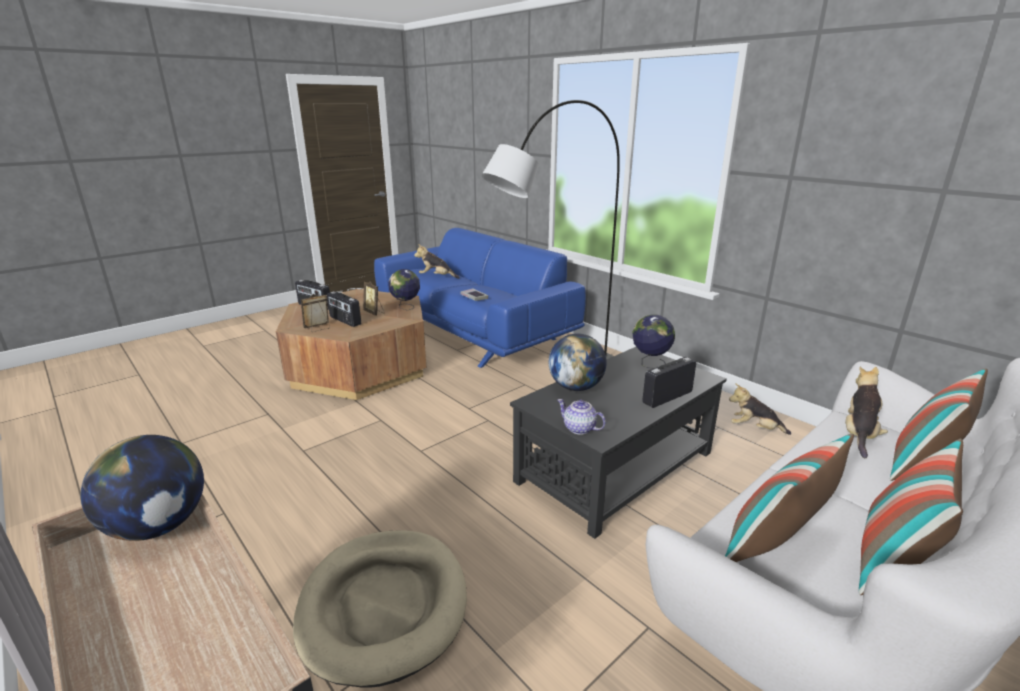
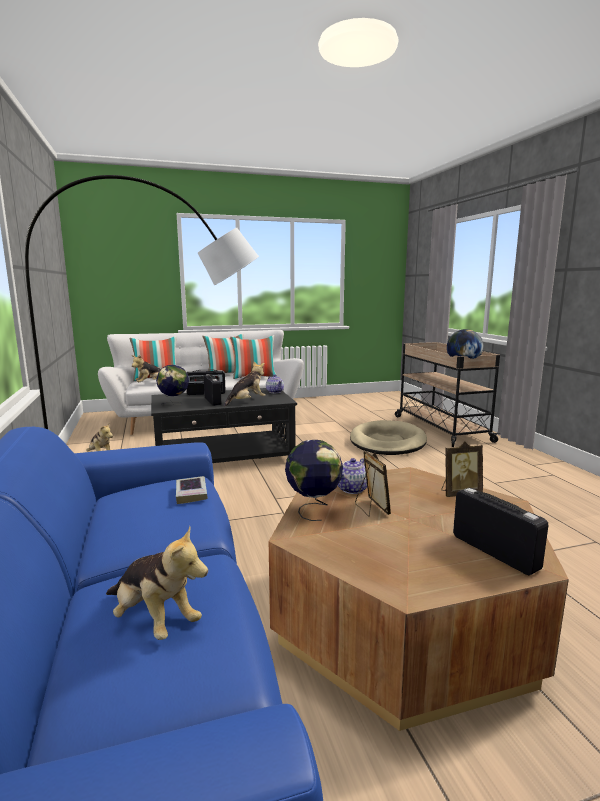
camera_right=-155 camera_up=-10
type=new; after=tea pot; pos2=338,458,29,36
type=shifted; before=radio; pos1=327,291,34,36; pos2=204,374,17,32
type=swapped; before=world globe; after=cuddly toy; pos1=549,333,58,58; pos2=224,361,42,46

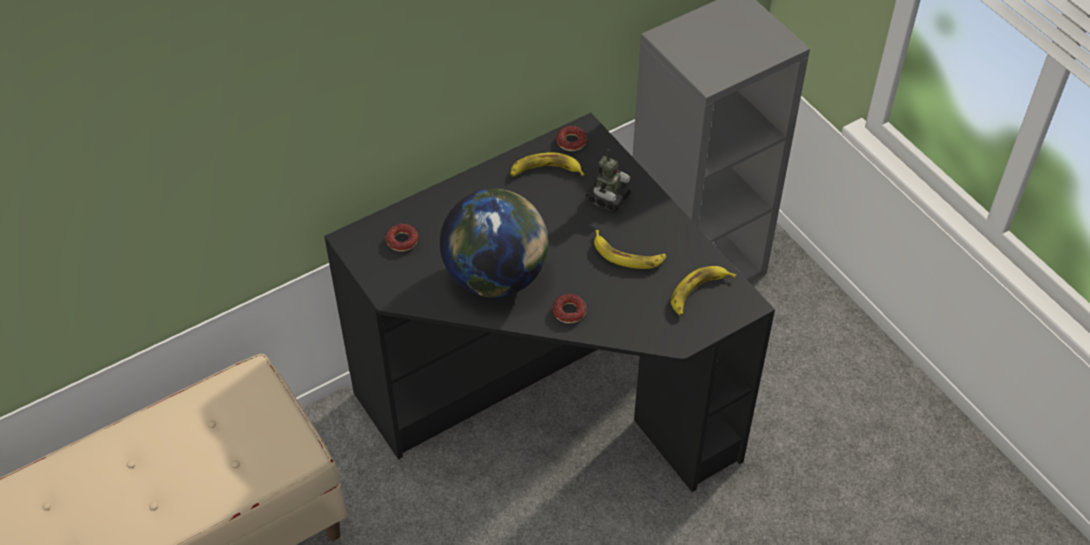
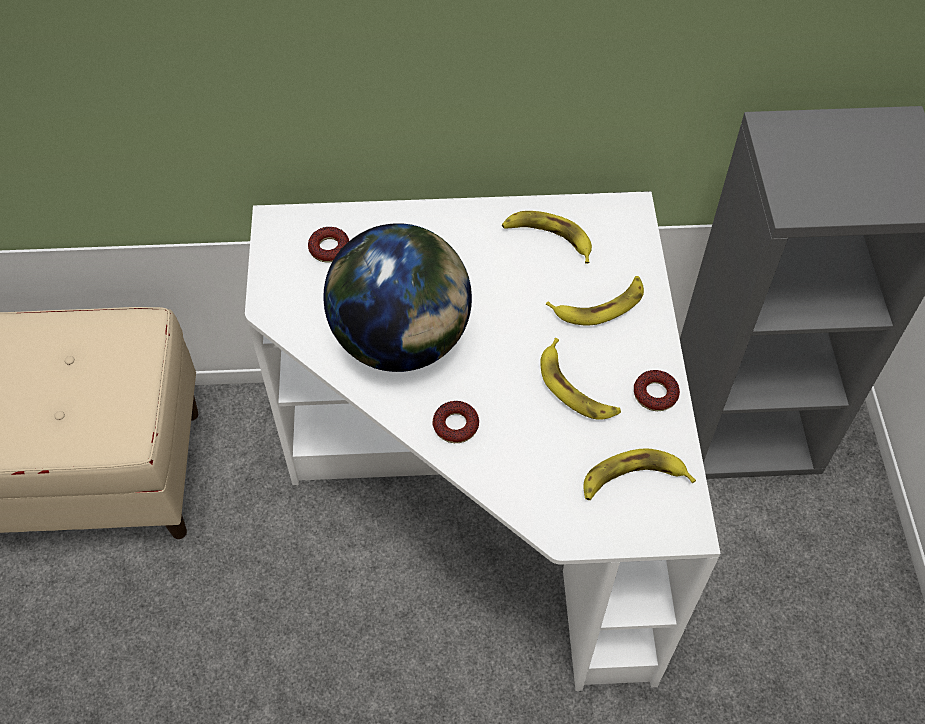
camera_right=30 camera_up=5
type=shifted; before=doughnut; pos1=556,126,31,25; pos2=634,370,46,41
type=swapped; before=model robot; after=whole banana; pos1=586,150,45,61; pos2=546,276,98,49
type=repainted; before=black desk; after=whitish desk; pos1=324,113,451,379; pos2=245,191,476,500

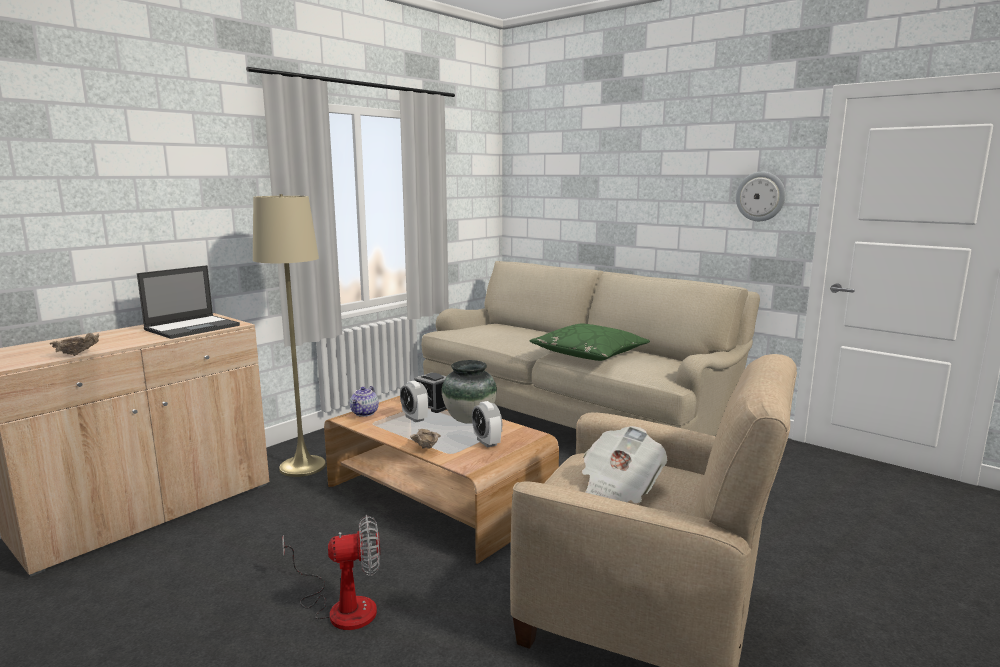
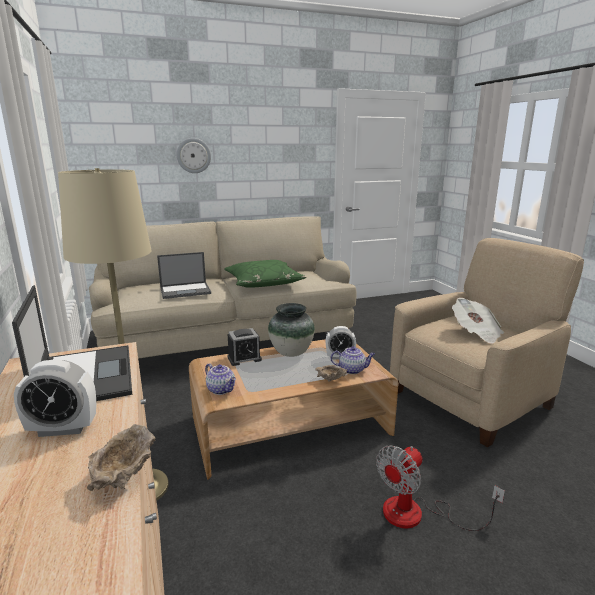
camera_right=-60 camera_up=5
type=new; after=portable computer; pos2=157,252,54,47
type=new; after=tea pot; pos2=331,346,44,28
type=shifted; before=bedside clock; pos1=400,381,29,42; pos2=14,360,82,77
type=shifted; before=clock on the wall; pos1=736,172,50,49; pos2=177,138,34,35
type=rotated; before=cooling fan; pos1=282,515,98,115; pos2=376,446,129,85; turn=-150

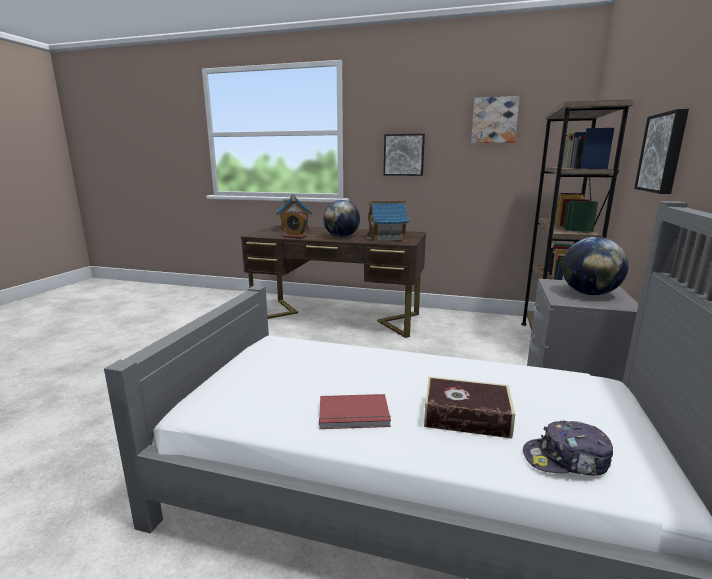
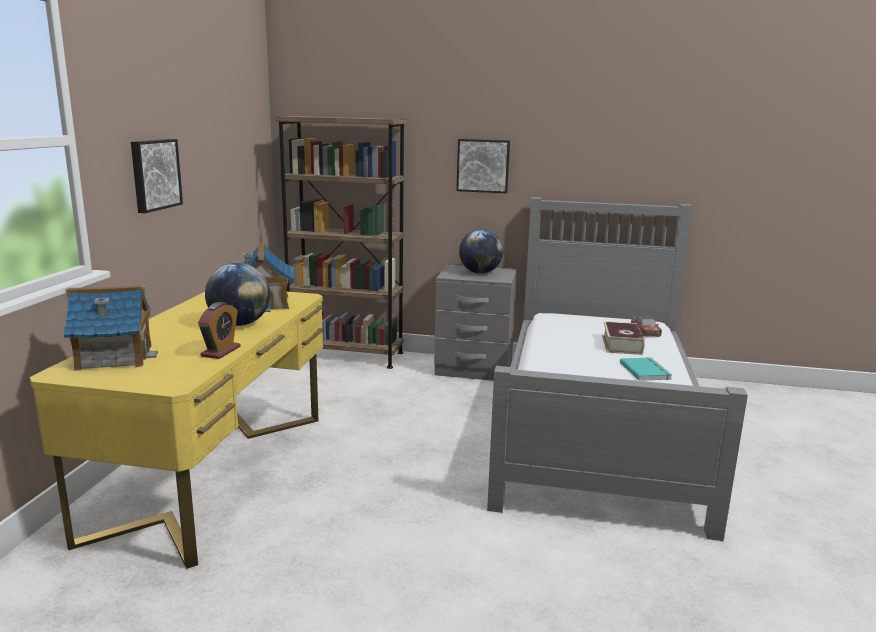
camera_right=-95 camera_up=0
type=gone; before=wall picture; pos1=471,96,49,47
type=swapped; before=cap; after=miniature car; pos1=523,421,90,55; pos2=631,316,31,21
type=repainted; before=brown-coloured desk; after=yellow-coloured desk; pos1=241,226,185,112; pos2=30,292,294,277
type=repainted; before=red-coloured book; after=blue-green book; pos1=319,394,72,35; pos2=620,357,52,24

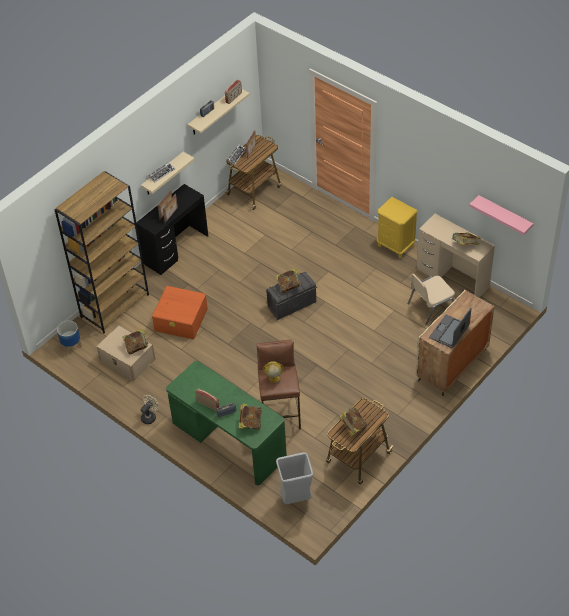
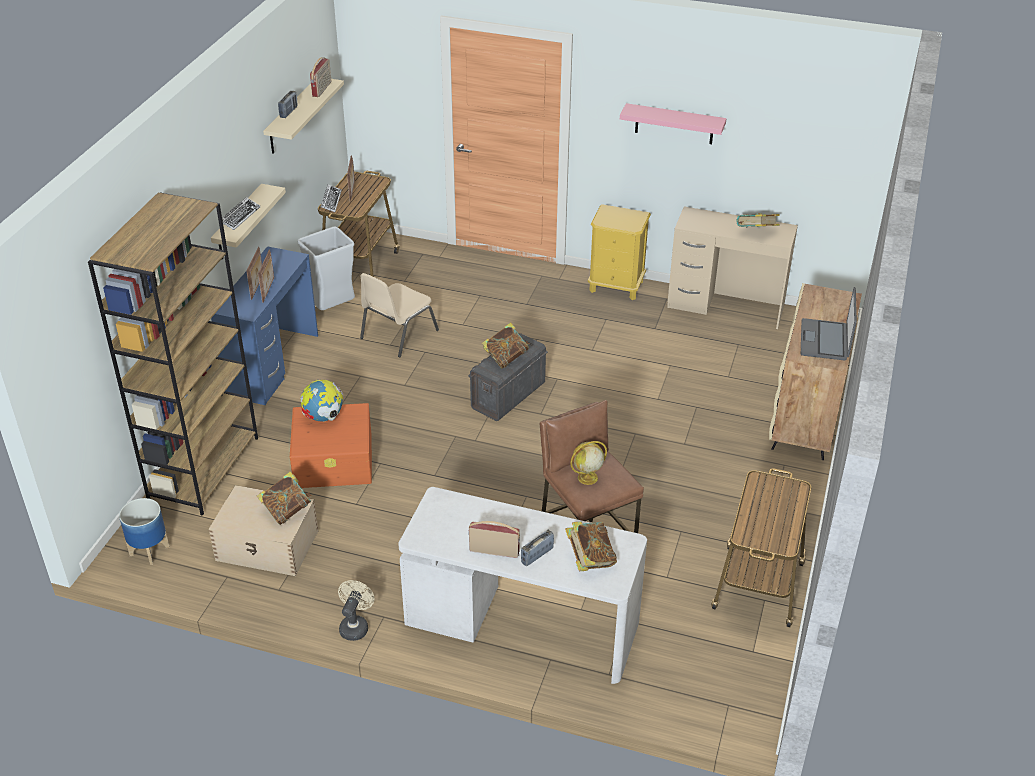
camera_right=-25 camera_up=-10
type=gone; before=book; pos1=339,407,28,29
type=new; after=world globe; pos2=300,380,43,42
type=shifted; before=greyish trash can; pos1=276,452,37,52; pos2=298,226,57,84
type=shifted; before=beige-coloured upright chair; pos1=408,274,47,51; pos2=360,273,79,85
type=shifted; before=pink-coloured bracket shelf; pos1=469,195,65,40; pos2=620,103,107,41
type=repainted; before=black desk; after=blue-coloured desk; pos1=136,184,72,91; pos2=211,246,107,159
type=repainted; before=green desk; after=whitish desk; pos1=166,361,121,124; pos2=398,487,249,197

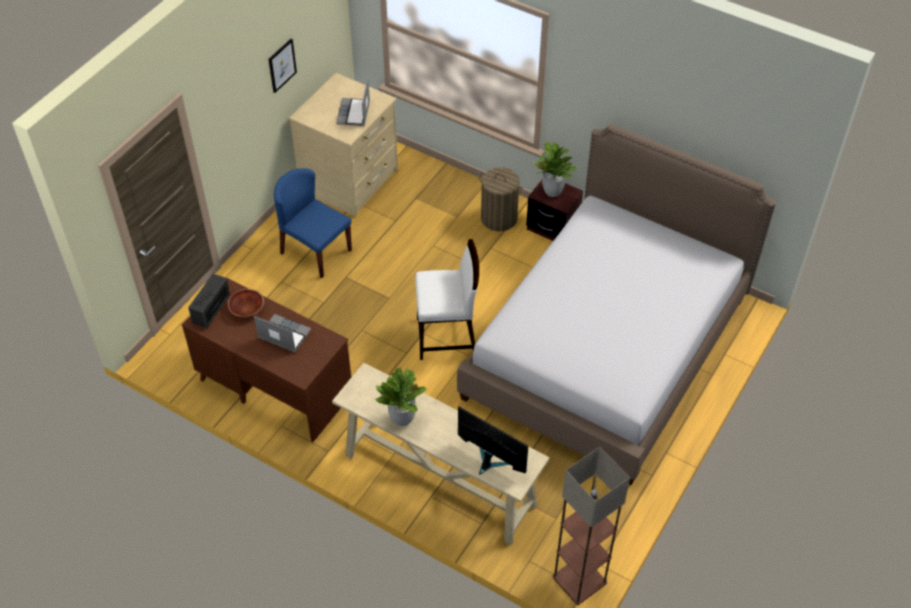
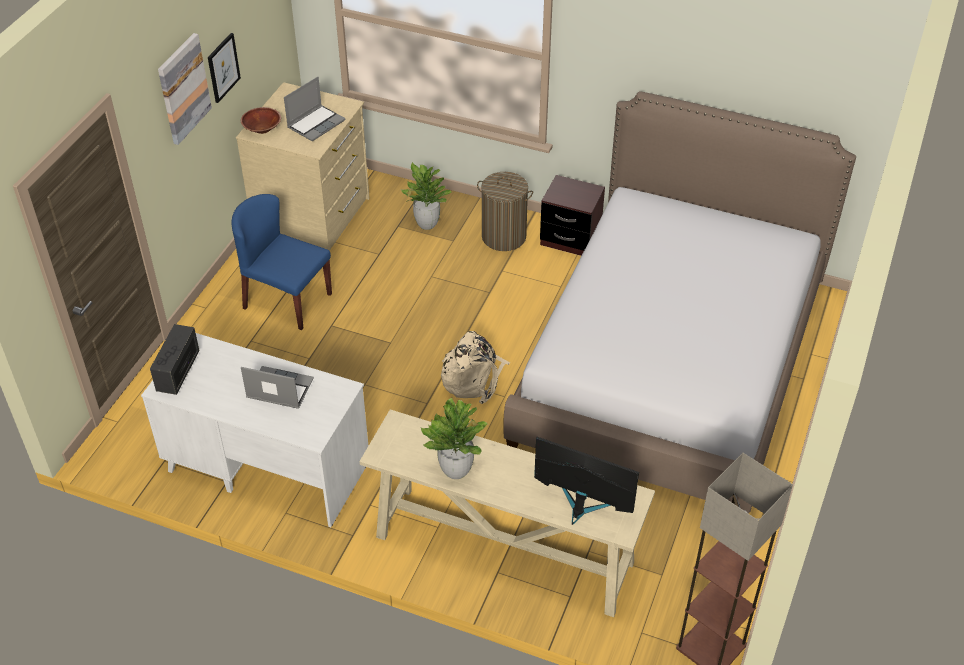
camera_right=-10 camera_up=-5
type=new; after=wall picture; pos2=158,33,54,112
type=shifted; before=brown-coloured serving bowl; pos1=228,289,36,28; pos2=241,107,40,27
type=shifted; before=houseplant; pos1=534,140,43,57; pos2=401,162,51,68
type=swapped; before=whitish upright chair; after=beige-coloured rucksack; pos1=415,239,64,121; pos2=441,331,69,73
type=repainted; before=brown-coloured desk; after=whitish desk; pos1=182,278,169,164; pos2=141,333,228,194
type=rotated; before=portable computer; pos1=336,78,34,48; pos2=284,77,61,64; turn=-135

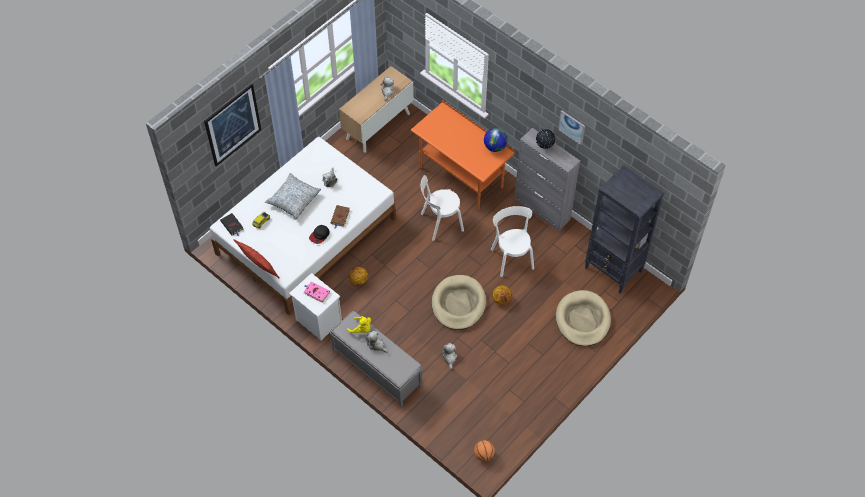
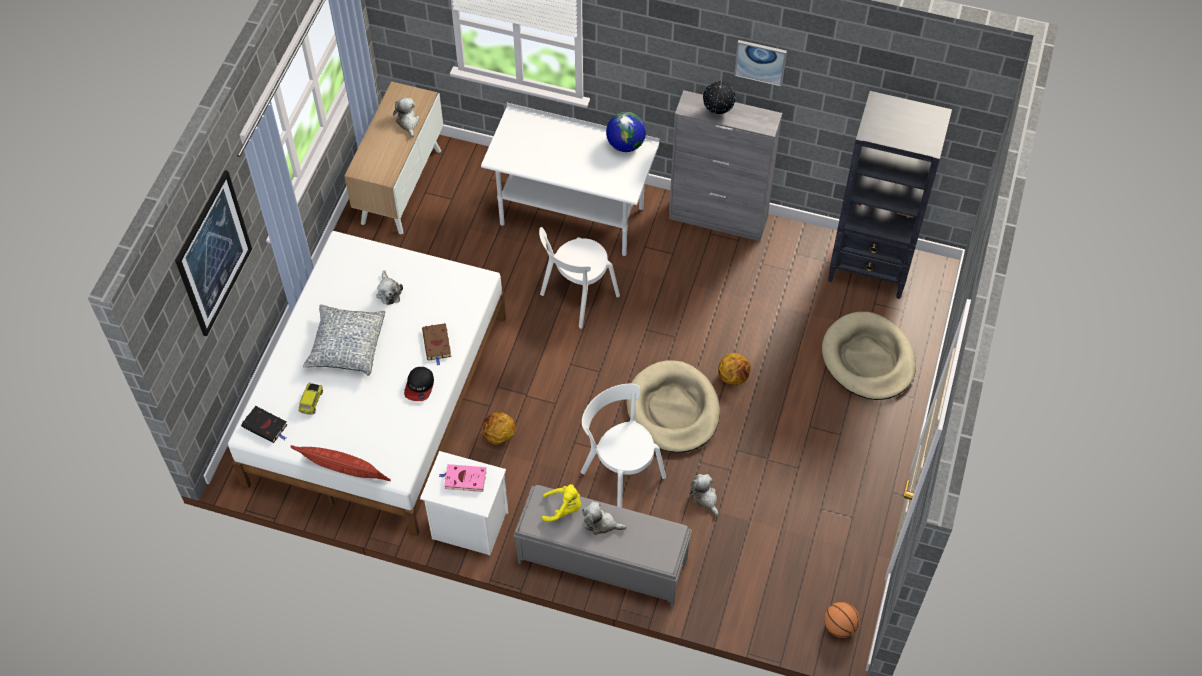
camera_right=-25 camera_up=0
type=shifted; before=whitish upright chair; pos1=491,206,43,71; pos2=581,384,85,124
type=repainted; before=orangey desk; after=whitish desk; pos1=411,100,104,111; pos2=481,103,178,154

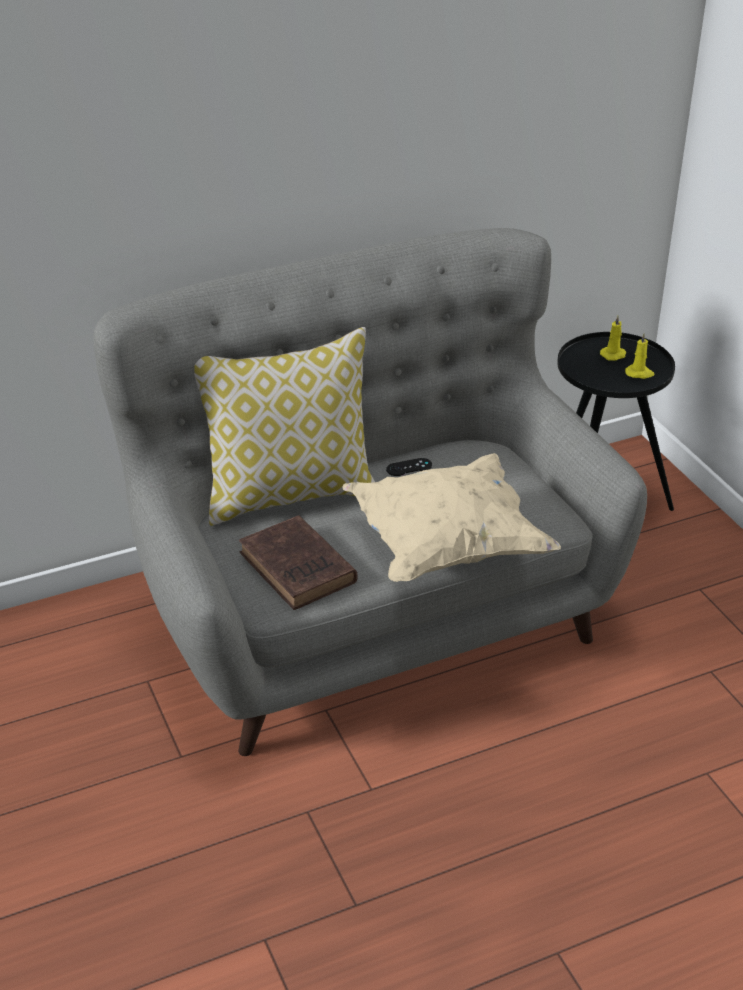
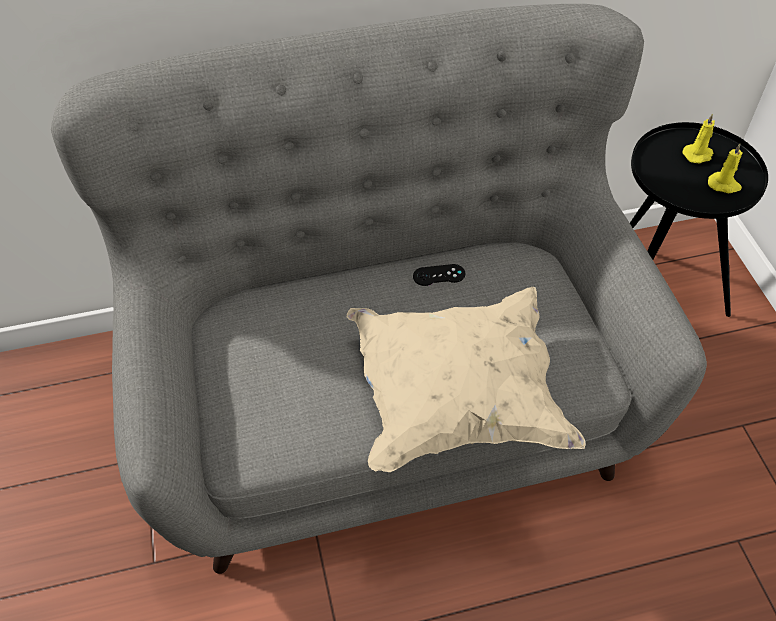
camera_right=10 camera_up=15
type=gone; before=cushion; pos1=194,327,181,199
type=gone; before=brown-coloured book; pos1=239,515,119,95

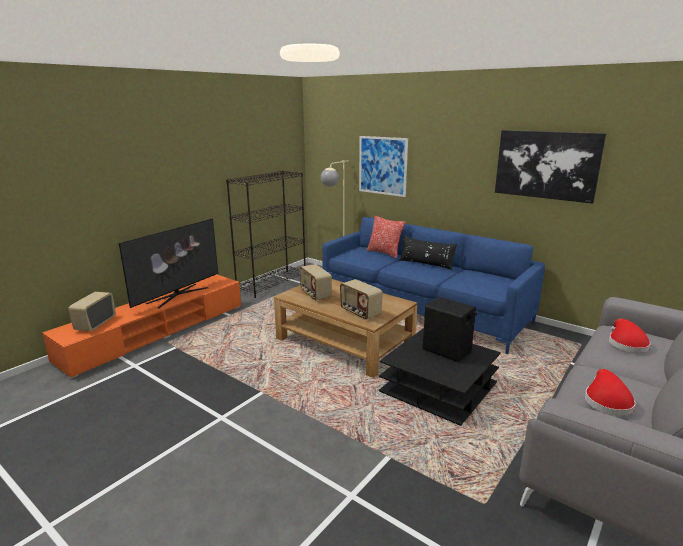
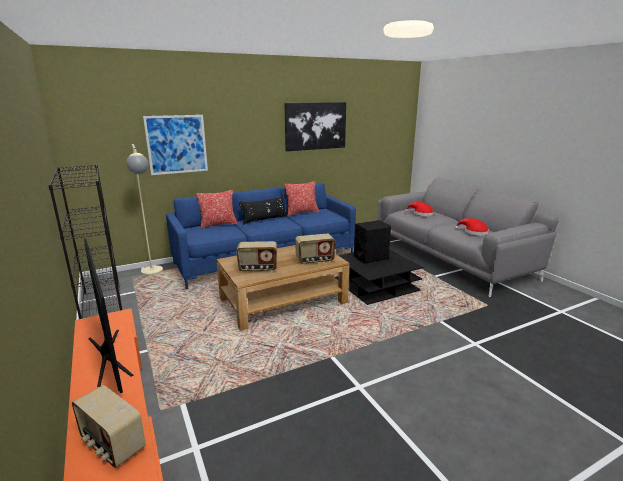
camera_right=-65 camera_up=0
type=new; after=cushion; pos2=284,181,35,35

